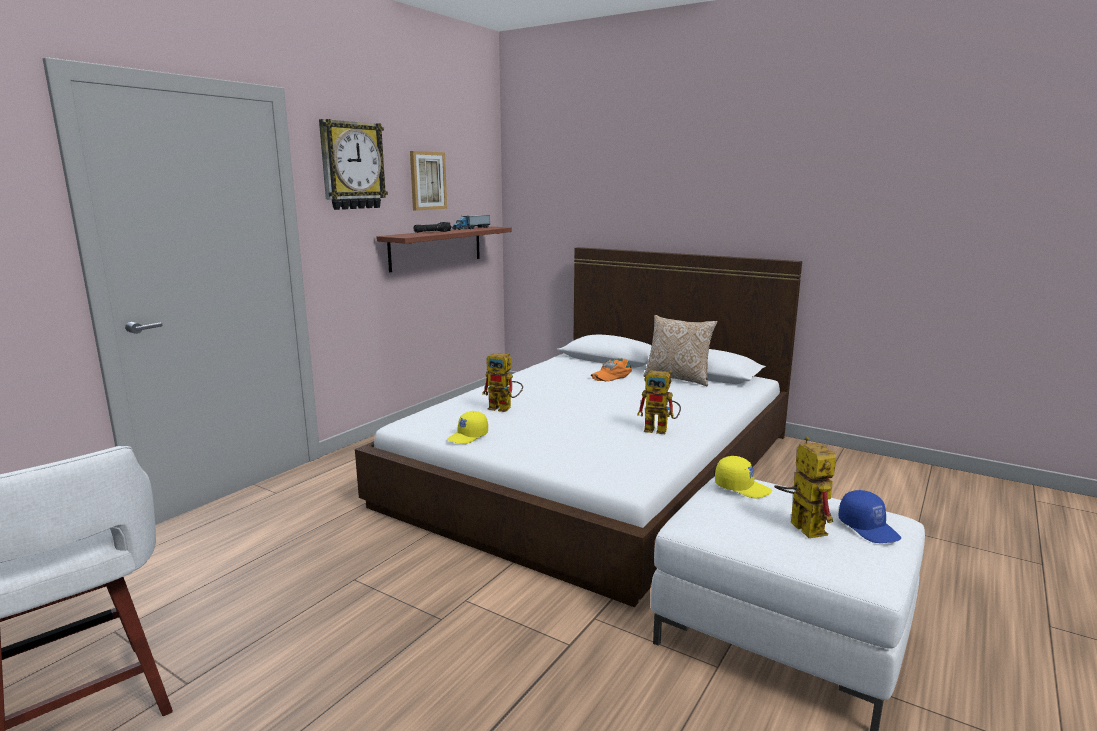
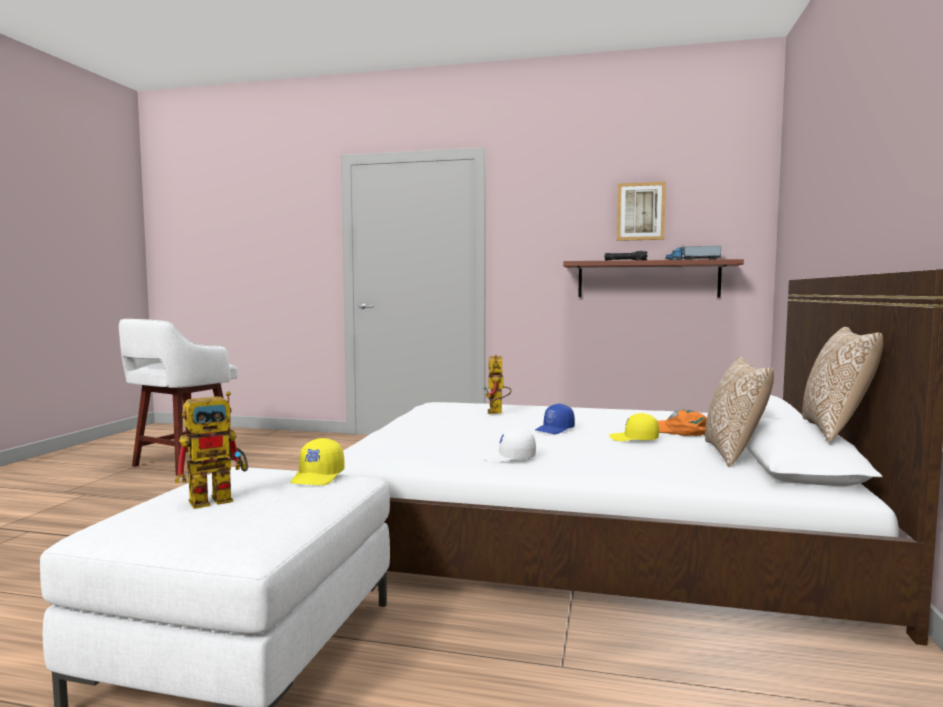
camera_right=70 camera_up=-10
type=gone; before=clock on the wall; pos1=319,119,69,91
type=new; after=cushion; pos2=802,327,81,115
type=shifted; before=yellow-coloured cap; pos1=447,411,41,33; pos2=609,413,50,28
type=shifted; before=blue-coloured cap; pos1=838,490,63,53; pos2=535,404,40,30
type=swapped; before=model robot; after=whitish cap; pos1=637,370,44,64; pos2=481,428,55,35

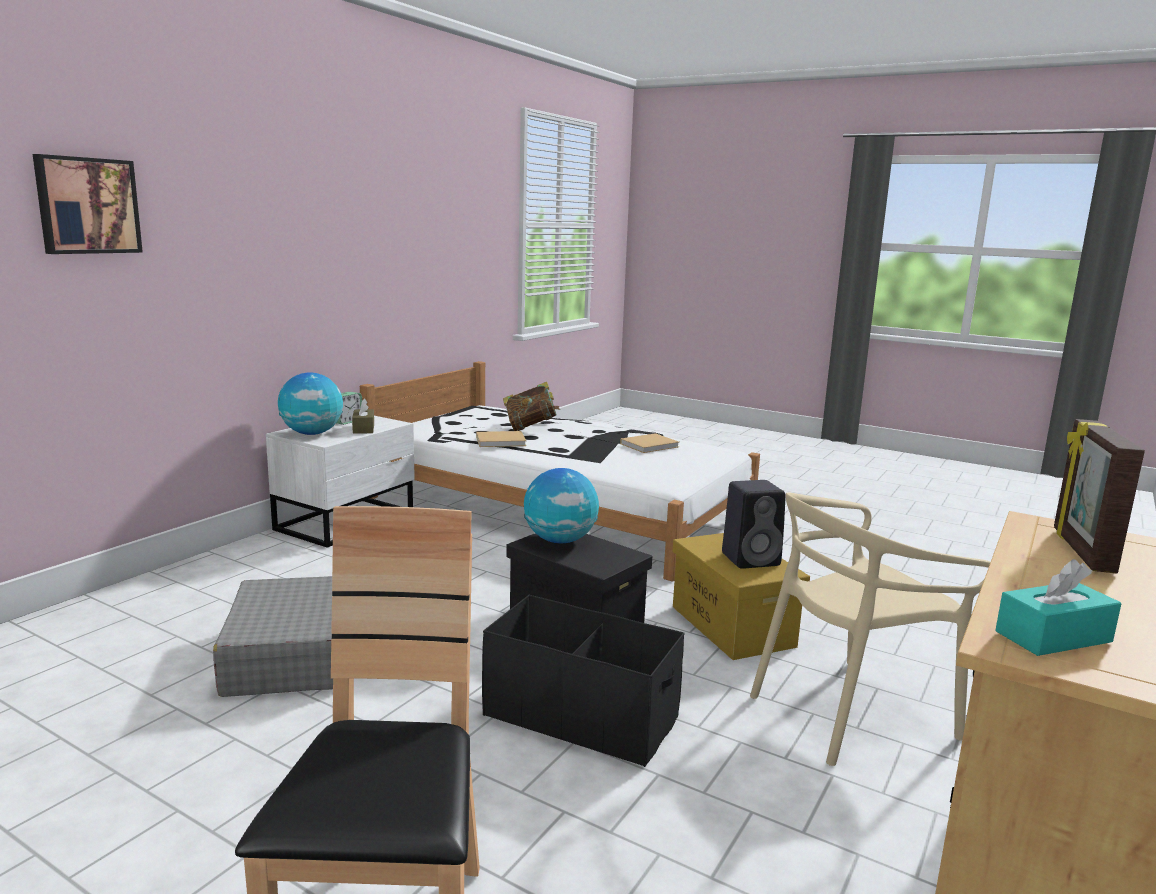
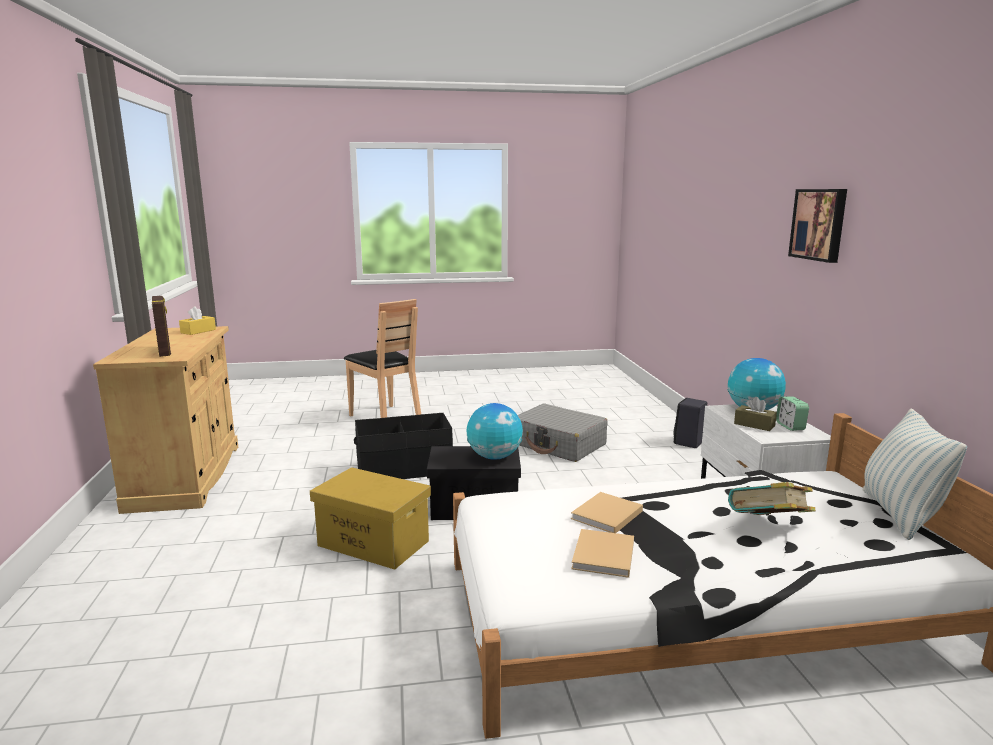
camera_right=140 camera_up=0
type=gone; before=beige-coloured upright chair; pos1=750,493,240,273
type=new; after=cushion; pos2=862,409,105,131
type=shifted; before=wall picture; pos1=33,154,110,100; pos2=788,189,59,74
type=shifted; before=beige-coloured book; pos1=476,431,50,16; pos2=571,492,72,41
type=shifted; before=black audio speaker; pos1=722,480,64,89; pos2=674,398,33,50
type=repainted; before=blue-green tissue box; after=yellow-coloured tissue box; pos1=995,559,126,97; pos2=179,306,37,29

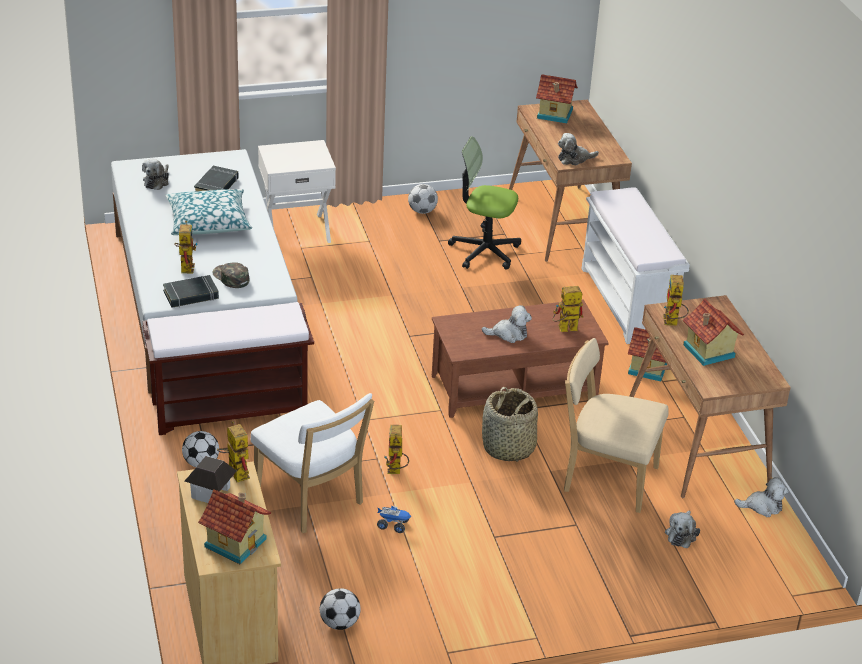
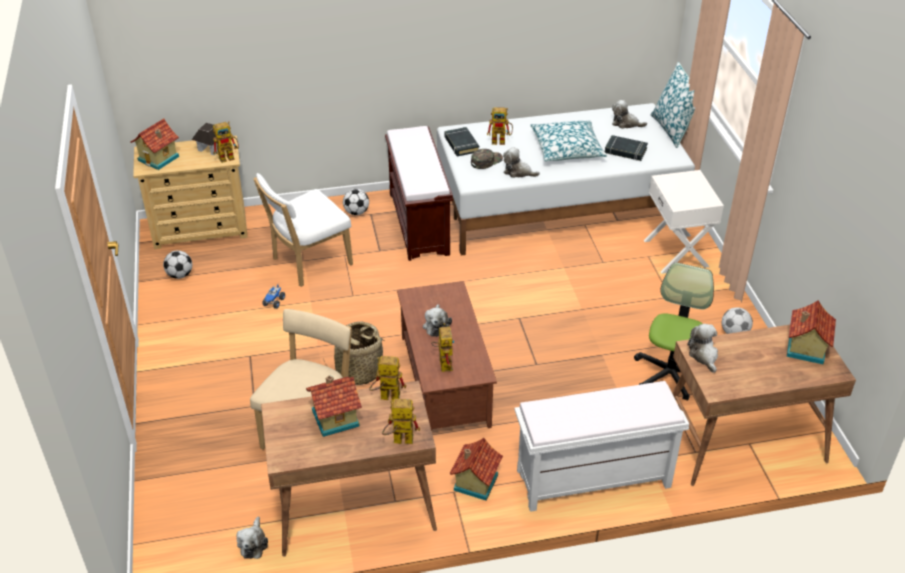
camera_right=95 camera_up=5
type=new; after=cushion; pos2=651,62,44,86
type=shifted; before=model robot; pos1=384,425,25,49; pos2=382,399,38,45
type=shifted; before=cuddly toy; pos1=665,511,35,37; pos2=503,147,37,31

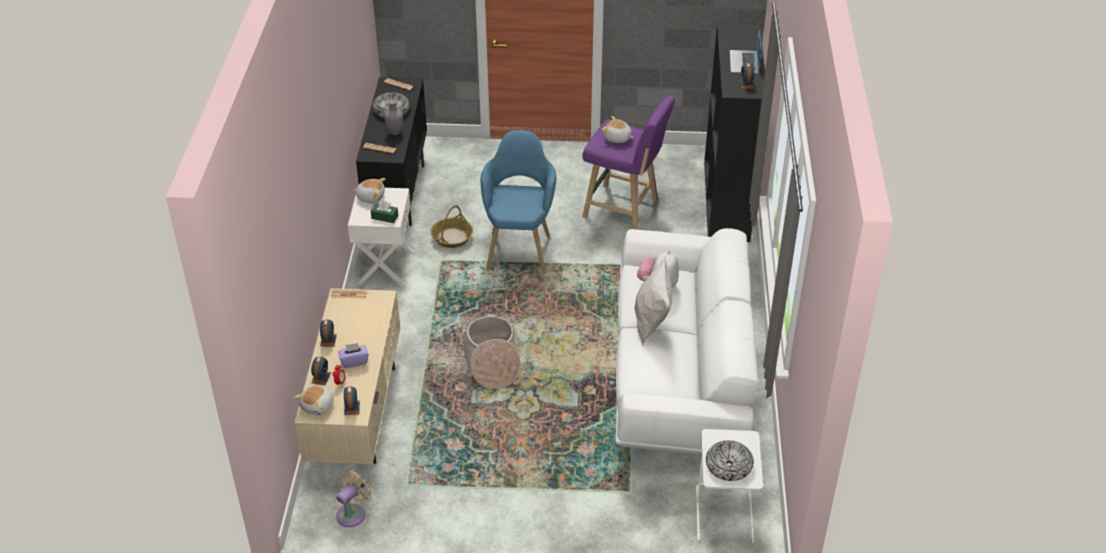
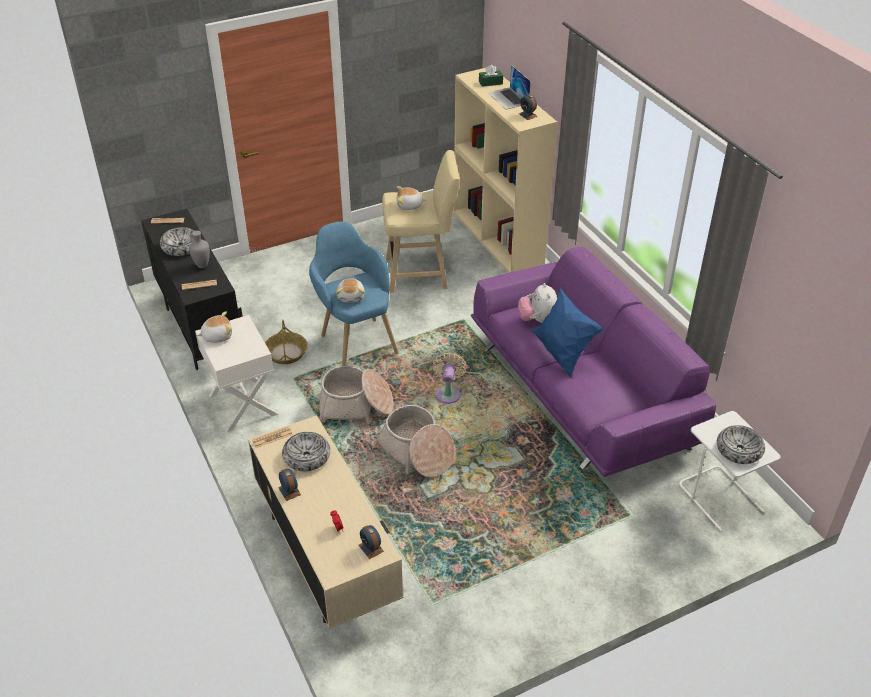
camera_right=-30 camera_up=0
type=gone; before=bedside clock; pos1=311,357,20,28
type=gone; before=purple-coloured tissue box; pos1=338,343,31,25
type=new; after=serving bowl; pos2=282,432,48,39
type=new; after=household basket; pos2=319,366,74,58
type=shifted; before=cuddly toy; pos1=294,385,40,30; pos2=336,278,29,24
type=shifted; before=beige-coloured cooling fan; pos1=336,469,36,58; pos2=433,352,34,52
type=shifted; before=green tissue box; pos1=371,200,27,23; pos2=479,65,24,22
type=repainted; before=purple-coloured stool seat; after=beige-coloured stool seat; pos1=582,96,93,134; pos2=382,150,78,143
type=repainted; before=whitish couch; after=purple-coloured couch; pos1=615,228,143,227; pos2=471,247,245,230
type=repainted; before=whitish cushion; after=blue-coloured cushion; pos1=634,255,38,91; pos2=531,286,72,92
type=repainted; before=black bookshelf; after=beige-coloured bookshelf; pos1=704,23,61,219; pos2=454,67,103,206

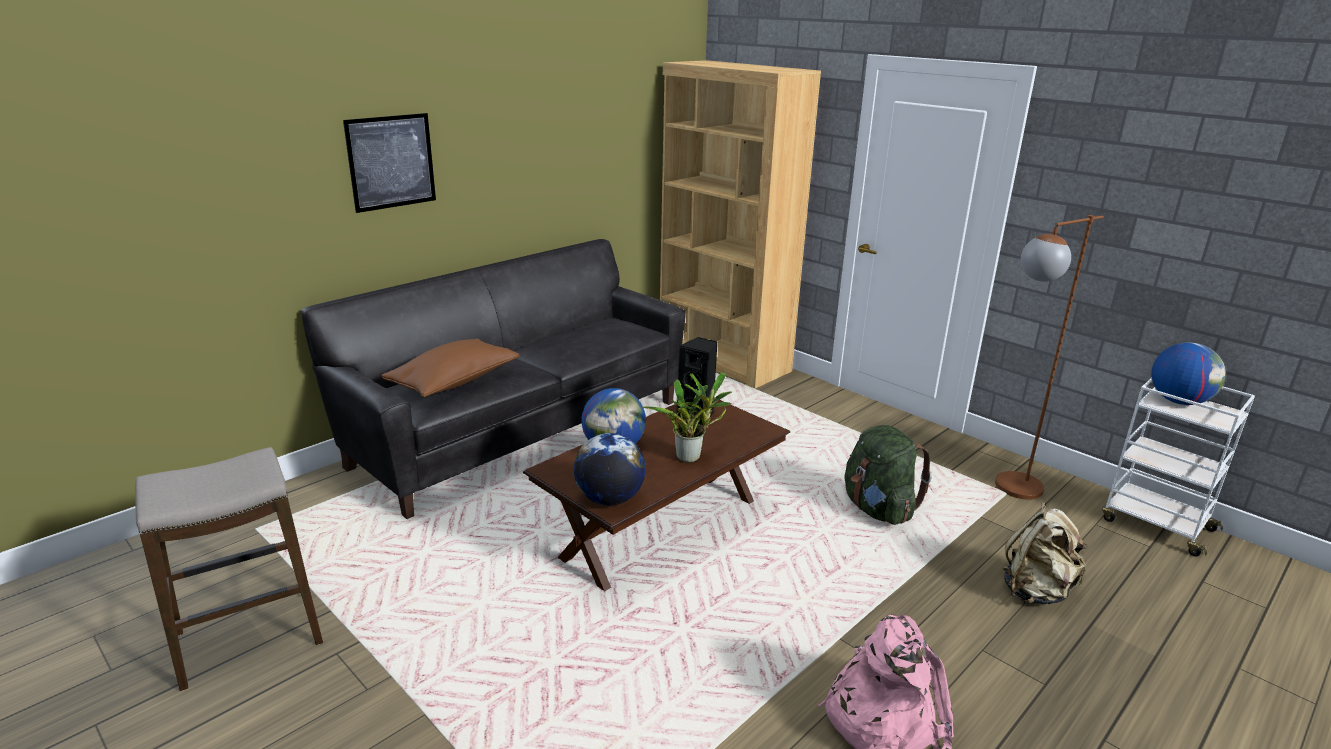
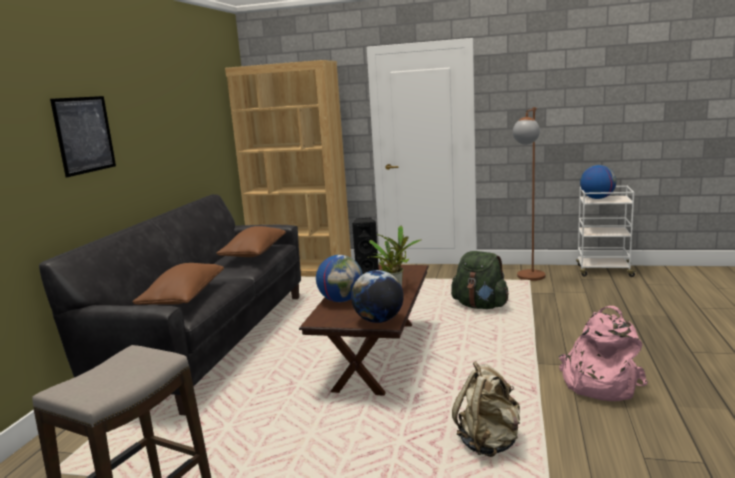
camera_right=-30 camera_up=-10
type=new; after=brown-coloured cushion; pos2=216,226,70,31
type=shifted; before=beige-coloured rucksack; pos1=1003,503,84,101; pos2=452,361,68,96

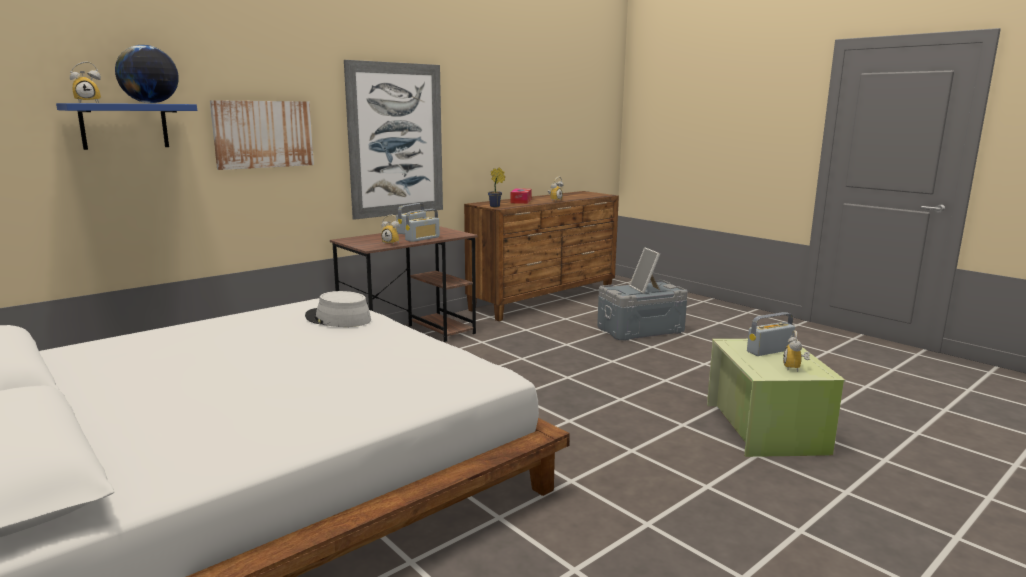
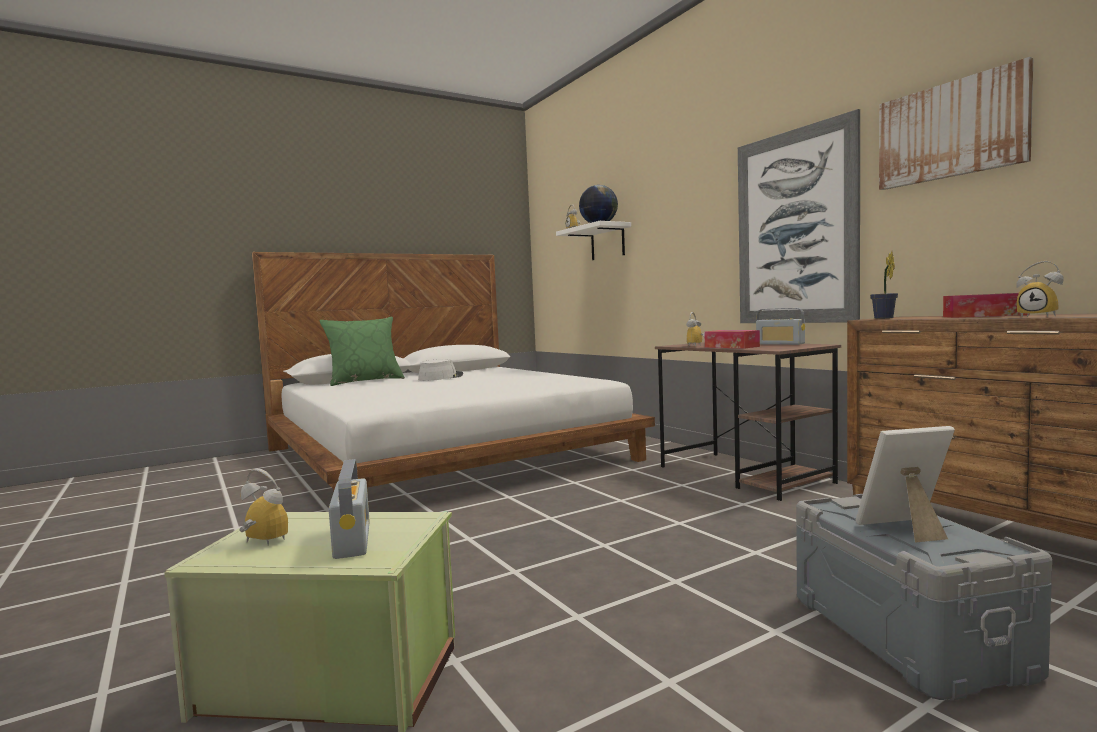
camera_right=100 camera_up=-10
type=new; after=green cushion; pos2=320,317,85,69
type=shifted; before=wall picture; pos1=210,100,104,70; pos2=879,57,154,133
type=shifted; before=greyish wearable hat; pos1=305,291,66,36; pos2=418,359,45,22
type=swapped; before=radio; after=tissue box; pos1=405,209,35,33; pos2=704,330,56,19
type=repainted; before=blue-coloured bracket shelf; after=whitish bracket shelf; pos1=56,103,141,47; pos2=556,221,75,39

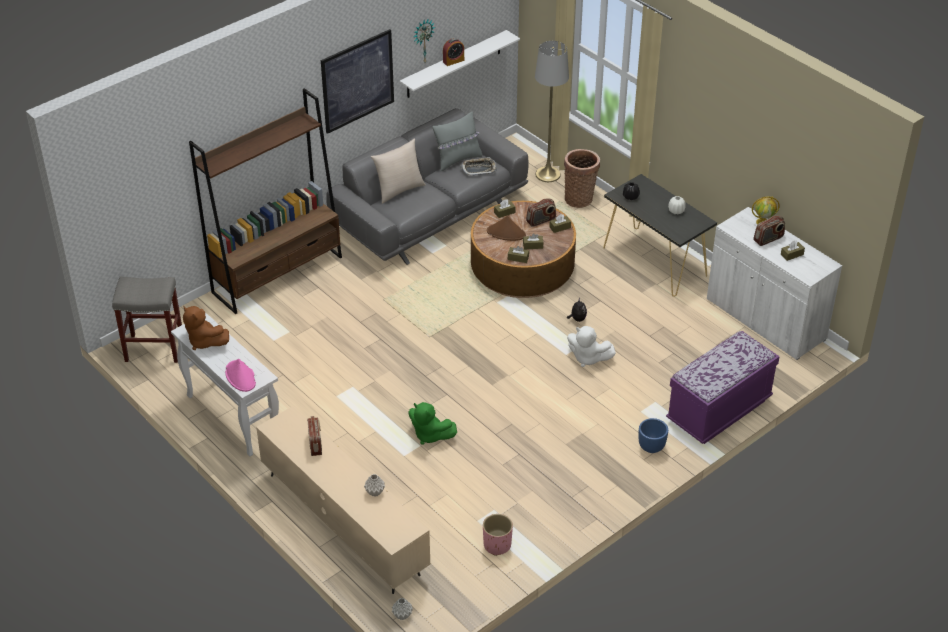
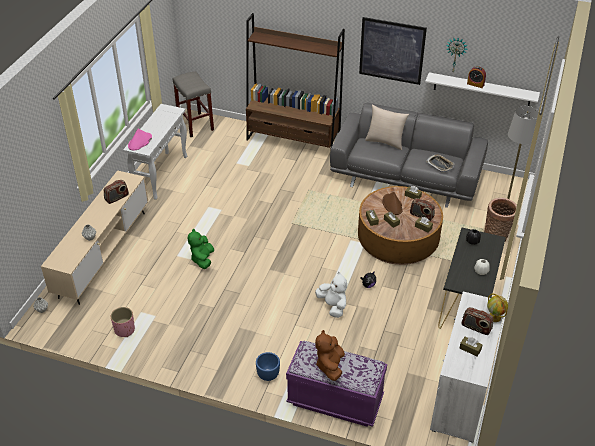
camera_right=60 camera_up=0
type=gone; before=greyish cushion; pos1=433,112,49,59
type=shifted; before=brown-coloured cuddly toy; pos1=183,306,46,44; pos2=315,330,30,51
type=rotated; before=whitish cuddly toy; pos1=567,326,49,41; pos2=315,272,32,46; turn=150

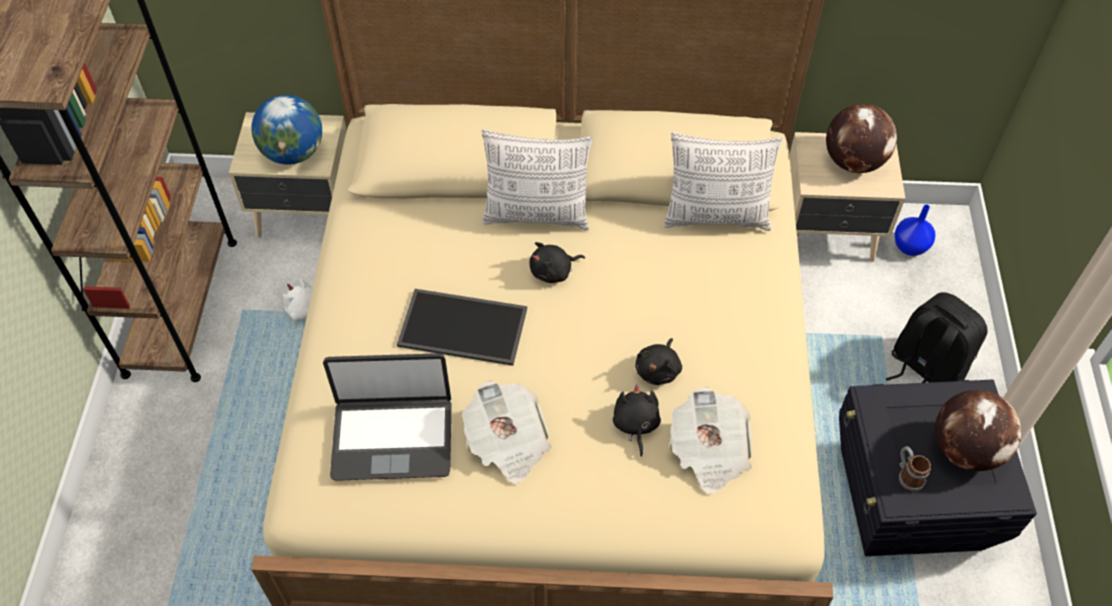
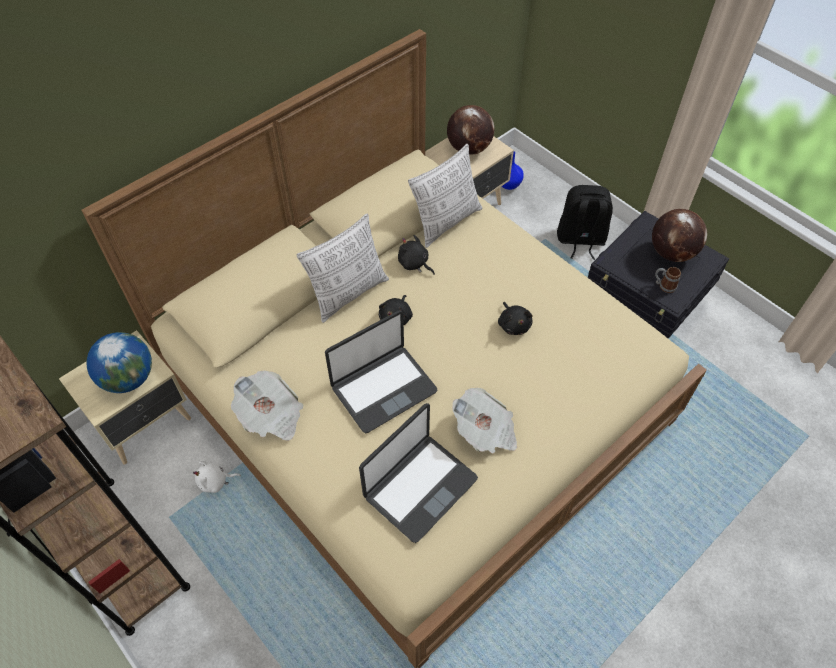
camera_right=-45 camera_up=0
type=shifted; before=black cuddly toy; pos1=613,384,48,73; pos2=398,235,37,40
type=shifted; before=newspaper; pos1=669,387,84,107; pos2=231,371,72,70
type=swapped; before=tray; after=portable computer; pos1=397,289,130,77; pos2=325,310,113,124

